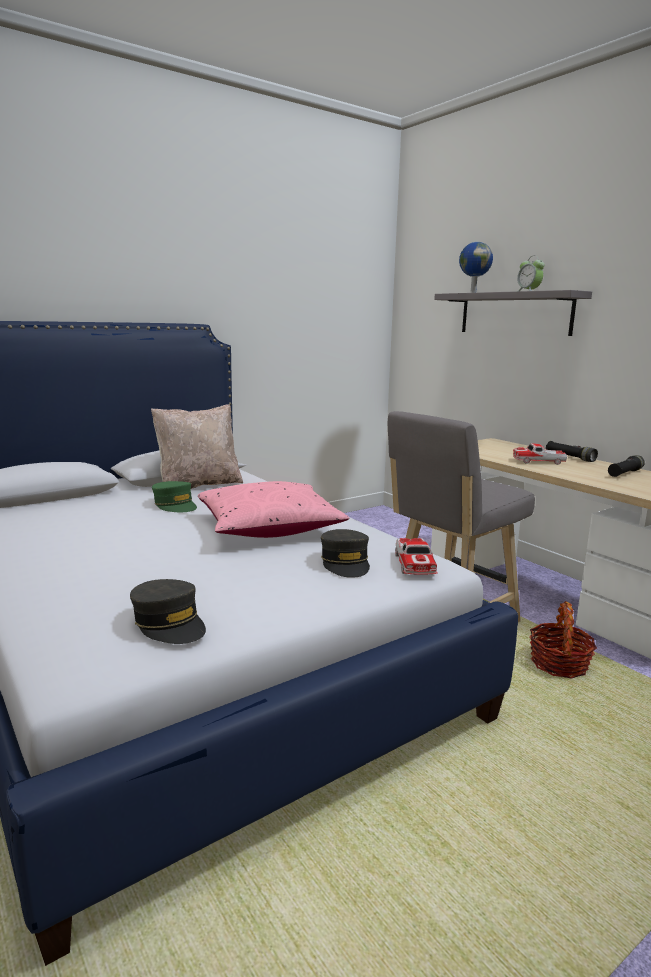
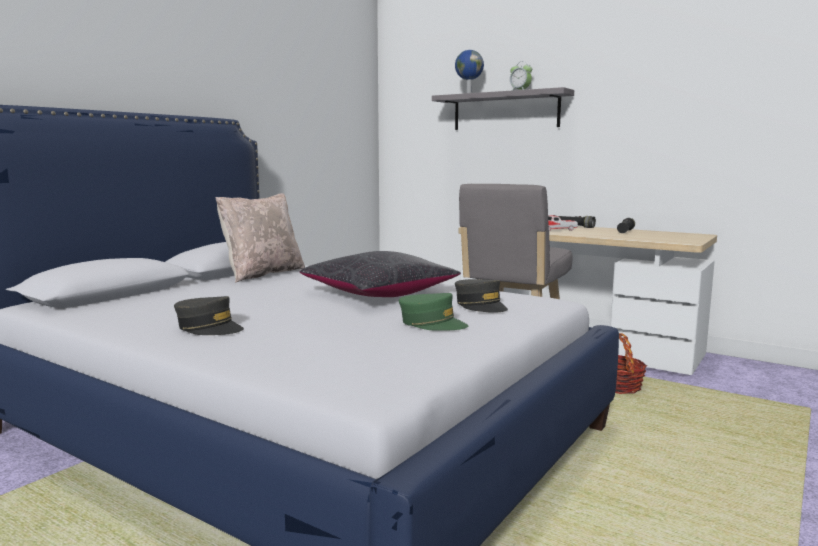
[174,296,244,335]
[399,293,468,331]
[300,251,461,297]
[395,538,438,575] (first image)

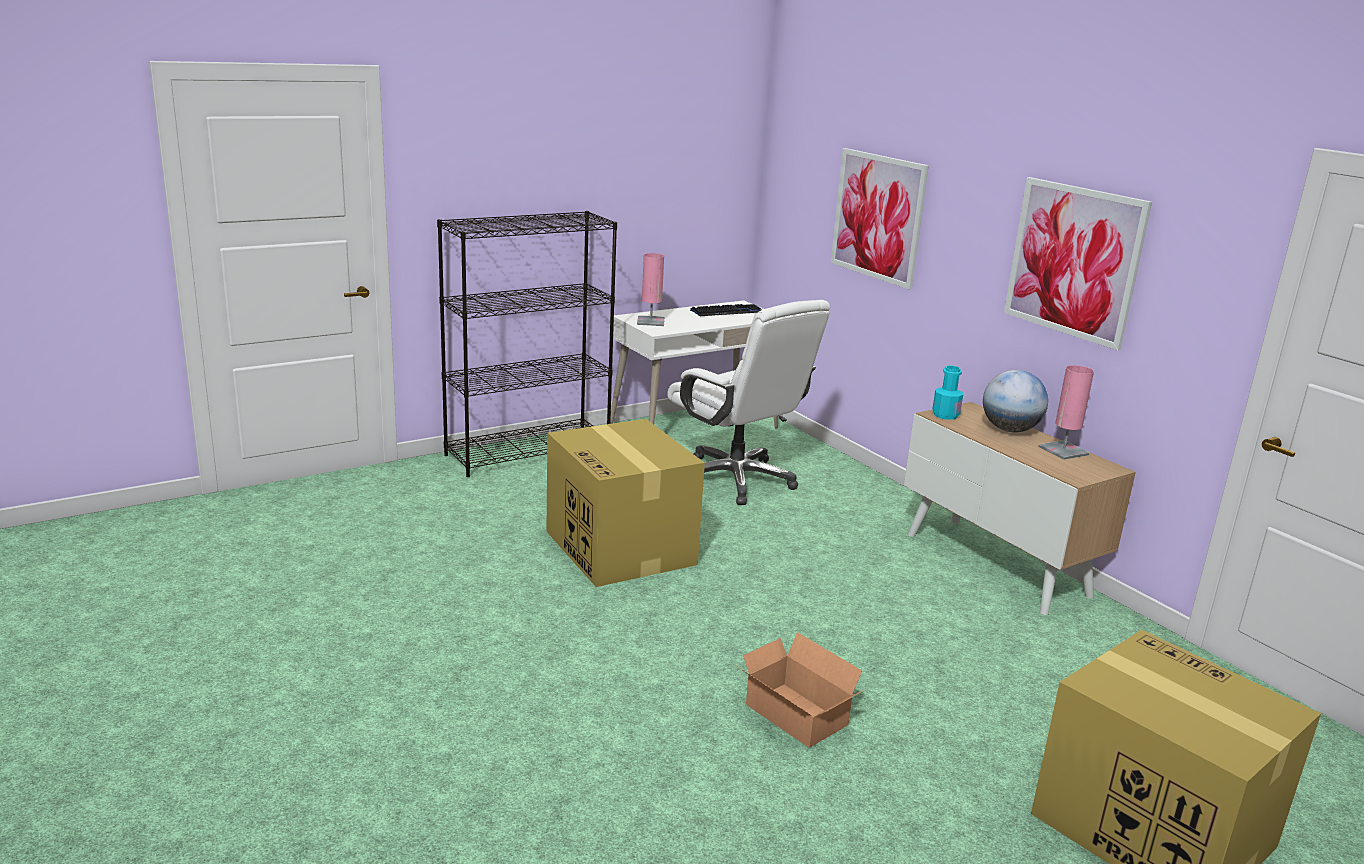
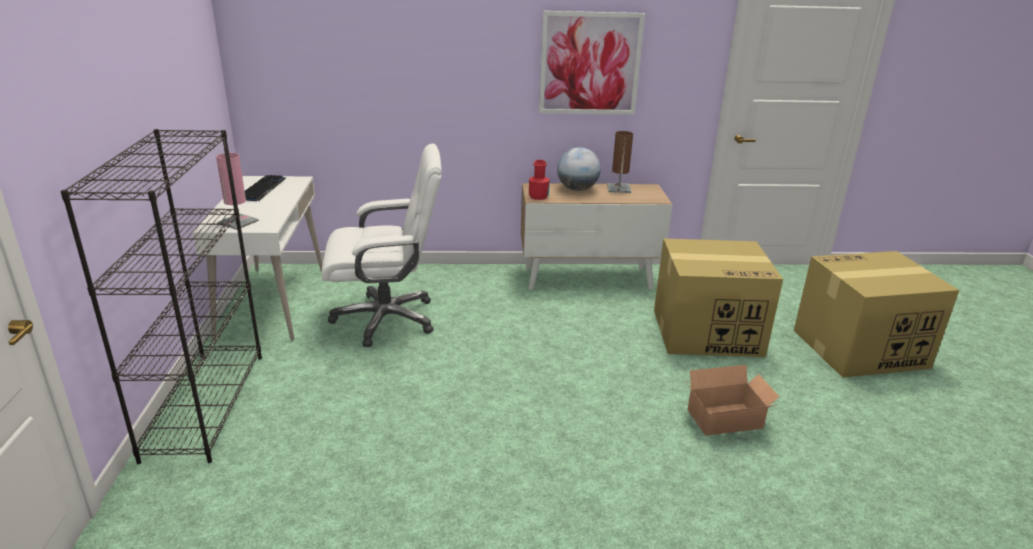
[654,238,783,357]
[831,148,929,289] (first image)
[529,160,550,200]
[607,131,633,193]

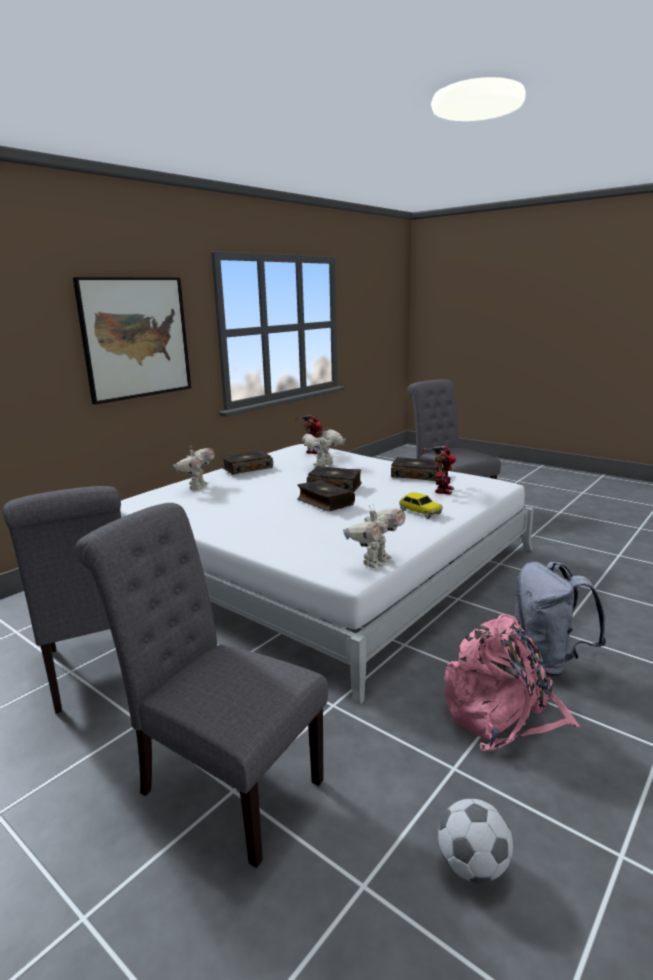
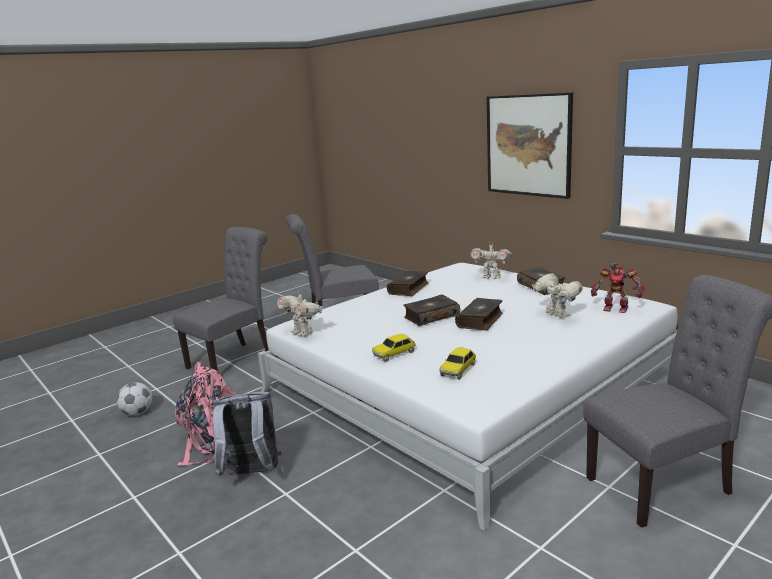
[387,271,429,296]
[439,347,476,380]

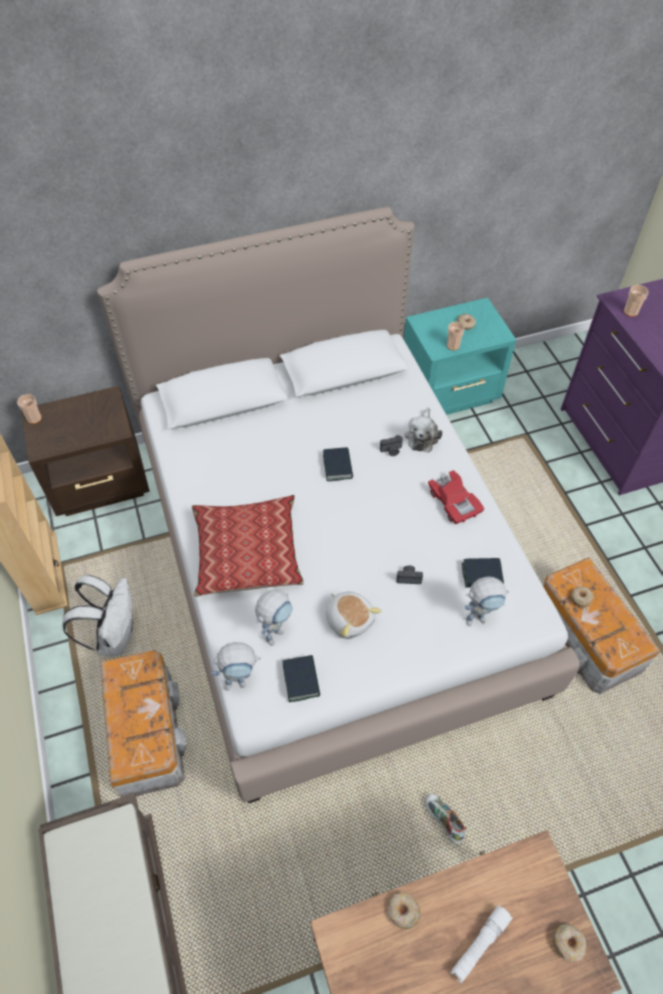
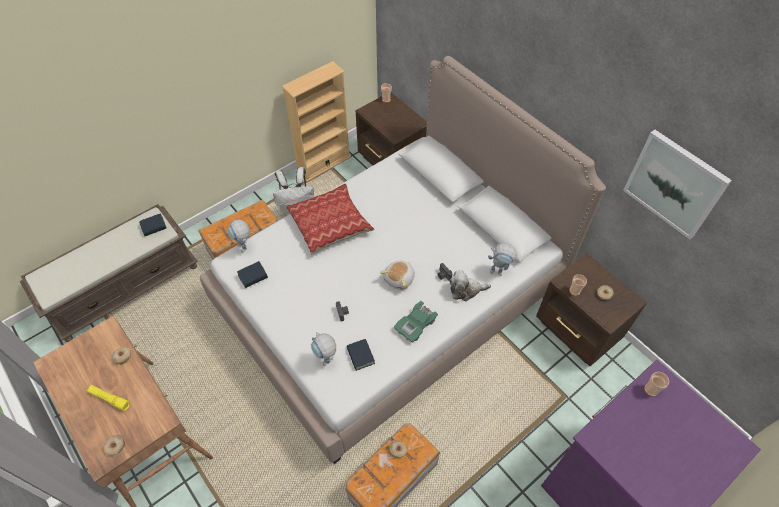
[488,243,519,276]
[139,213,167,236]
[380,261,415,290]
[536,253,647,366]
[425,793,467,844] (first image)
[394,301,438,343]
[86,385,130,411]
[623,130,732,239]

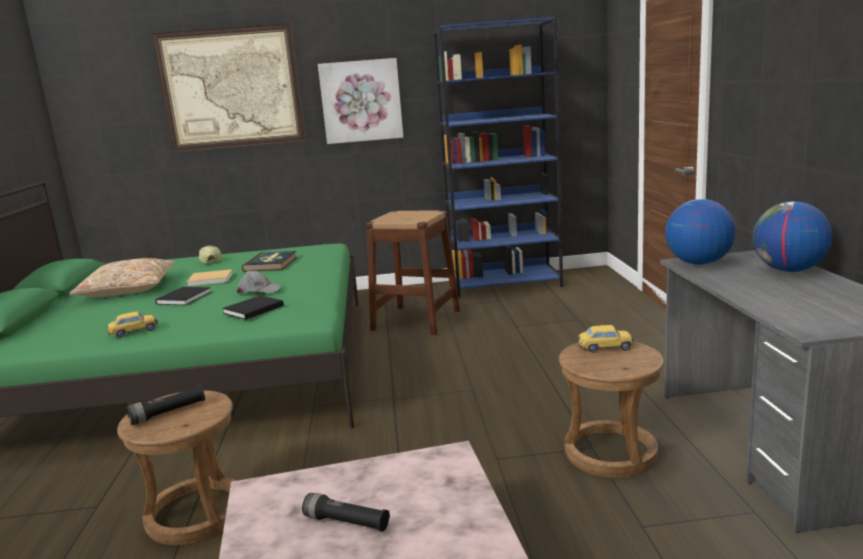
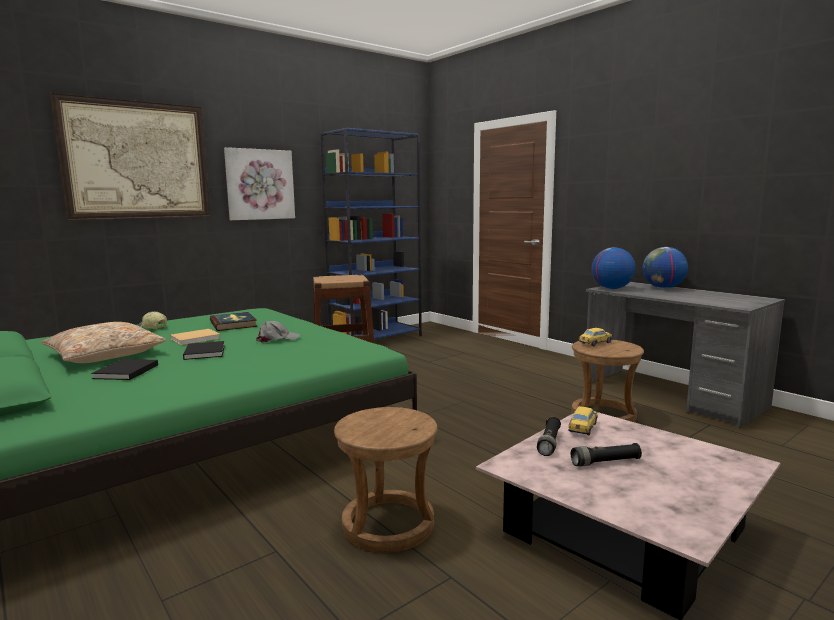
[568,406,598,435]
[537,417,561,456]
[91,359,158,380]

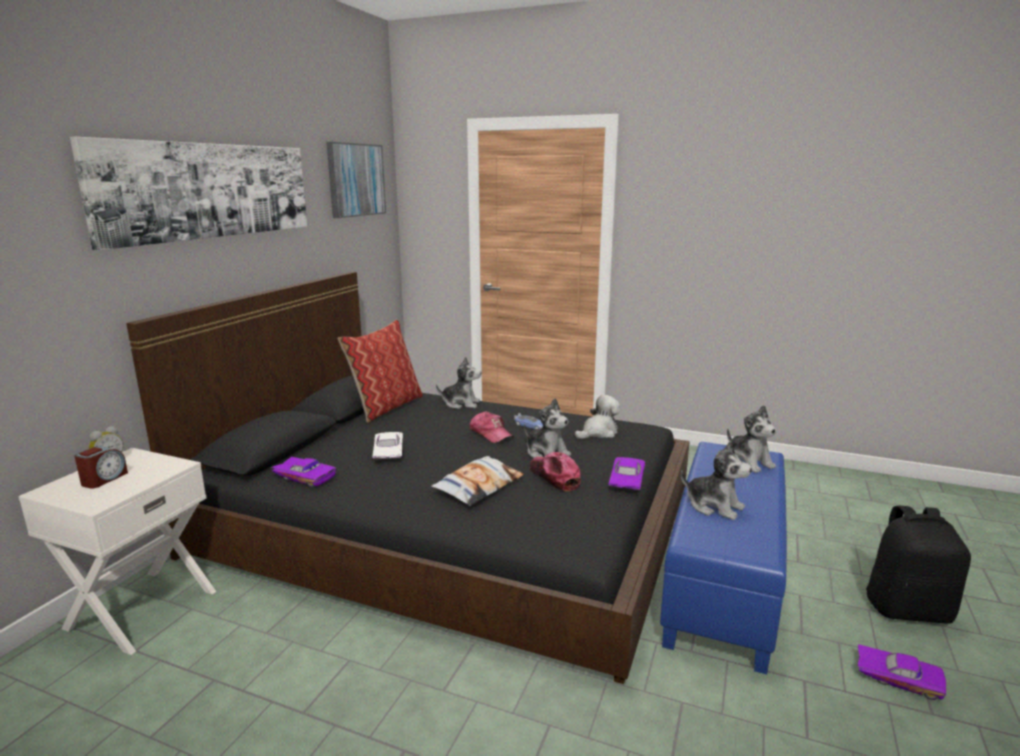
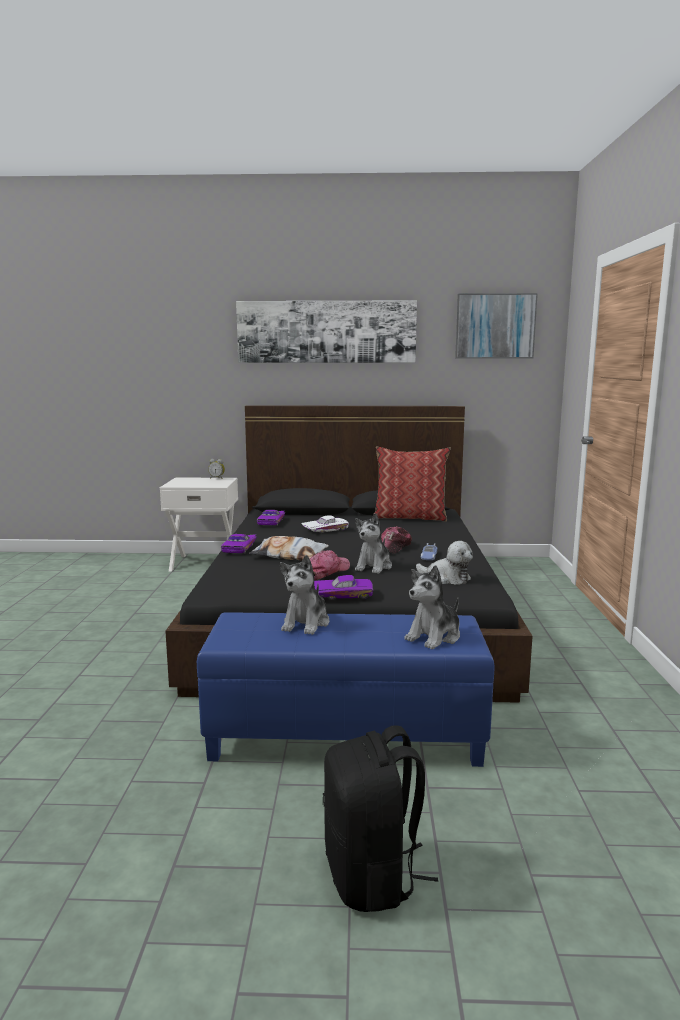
[75,446,128,489] (first image)
[436,356,481,409] (first image)
[221,534,257,554]

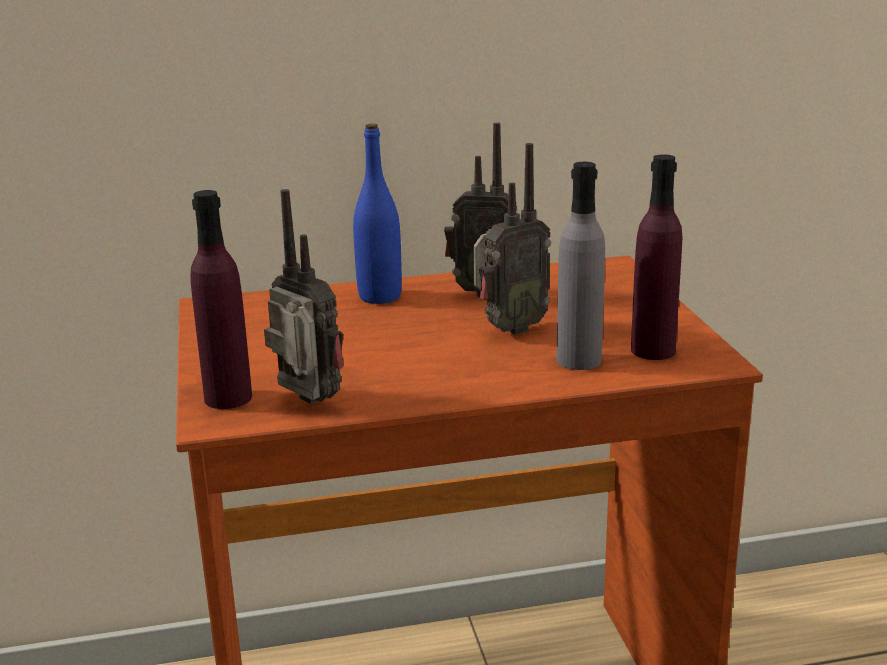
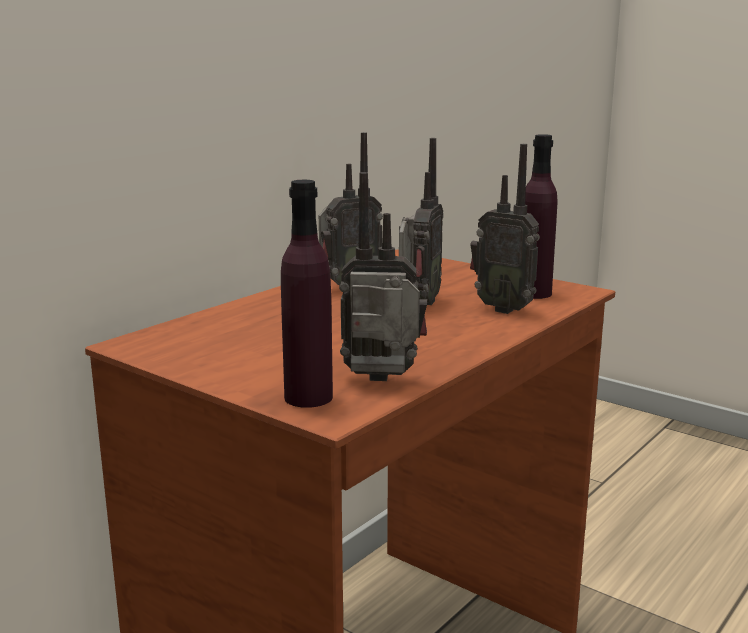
[353,124,402,304] (first image)
[470,144,540,314]

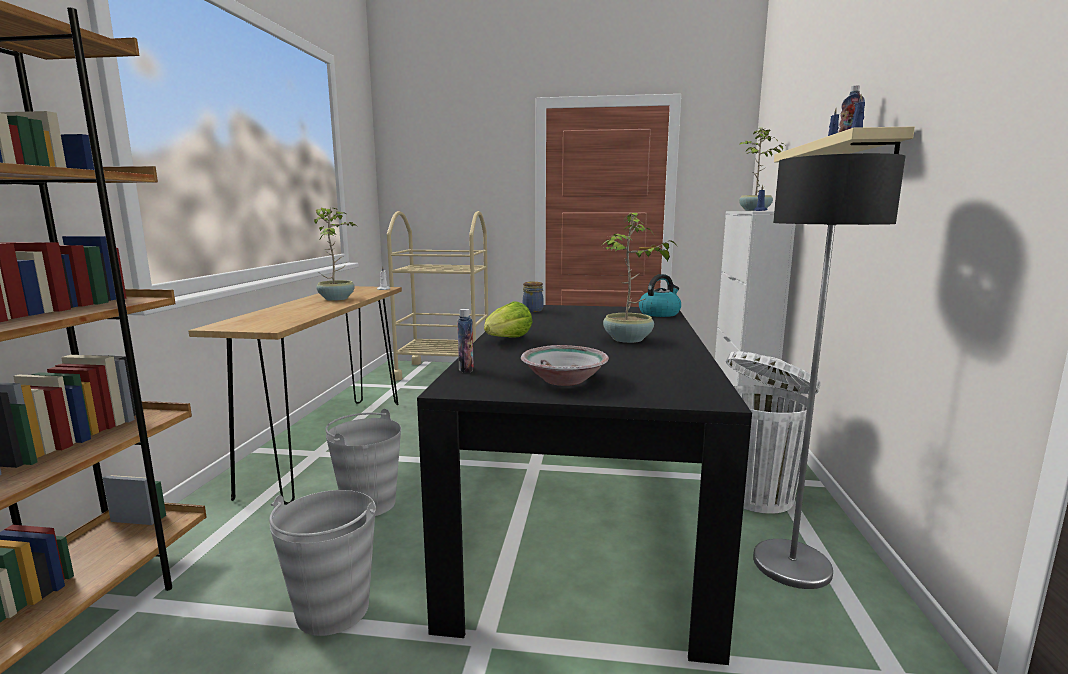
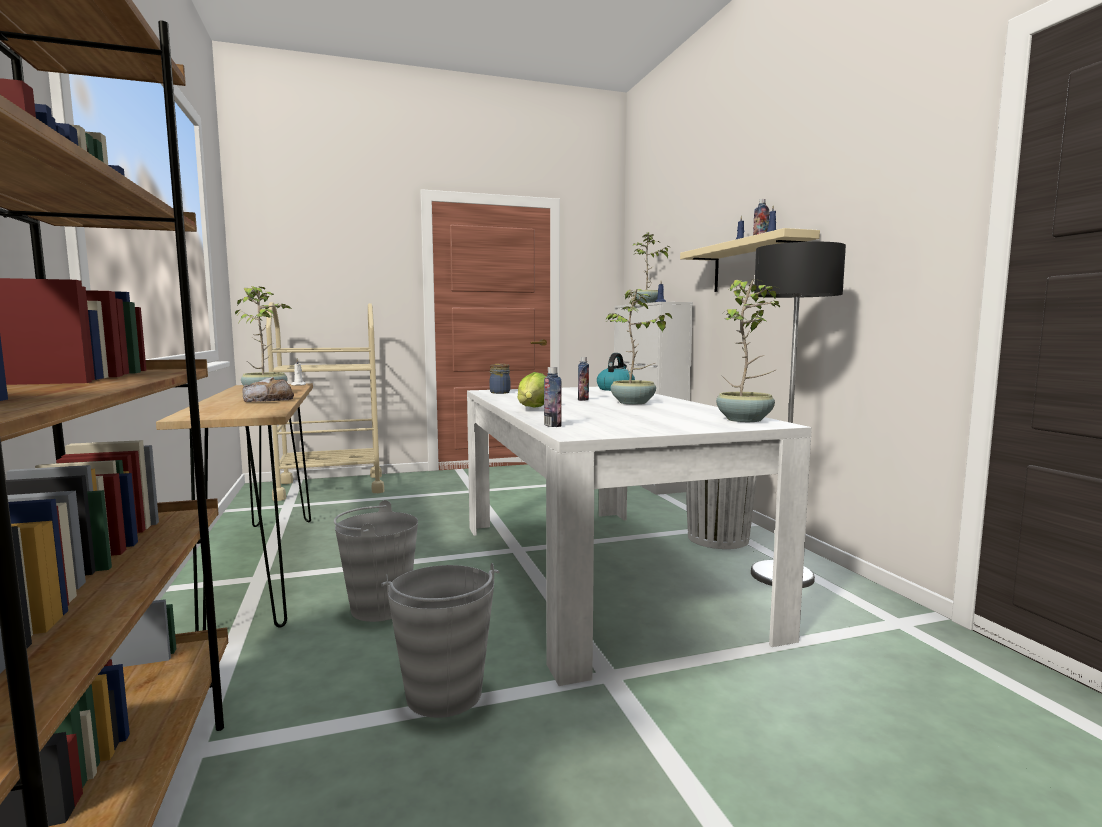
[467,387,812,686]
[521,345,609,386] (first image)
[242,377,294,402]
[578,357,589,401]
[716,279,781,422]

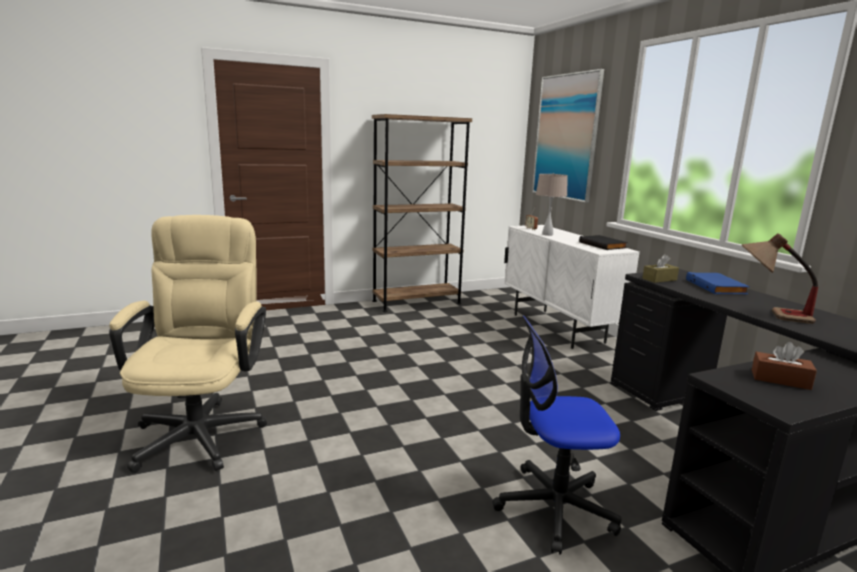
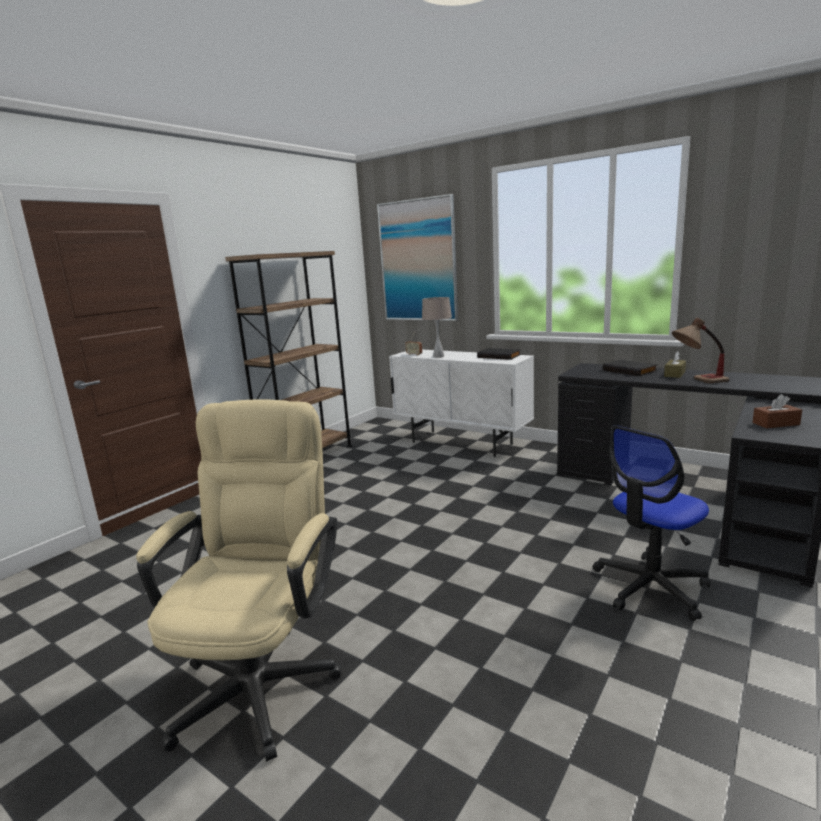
[136,400,341,762]
[664,351,686,378]
[603,360,658,376]

